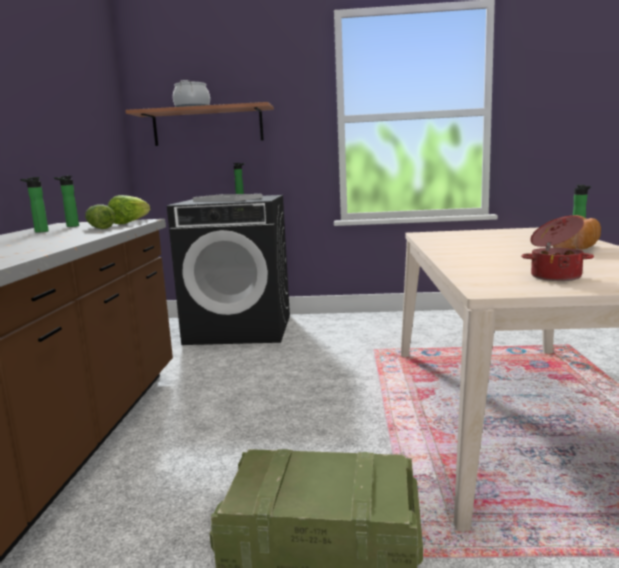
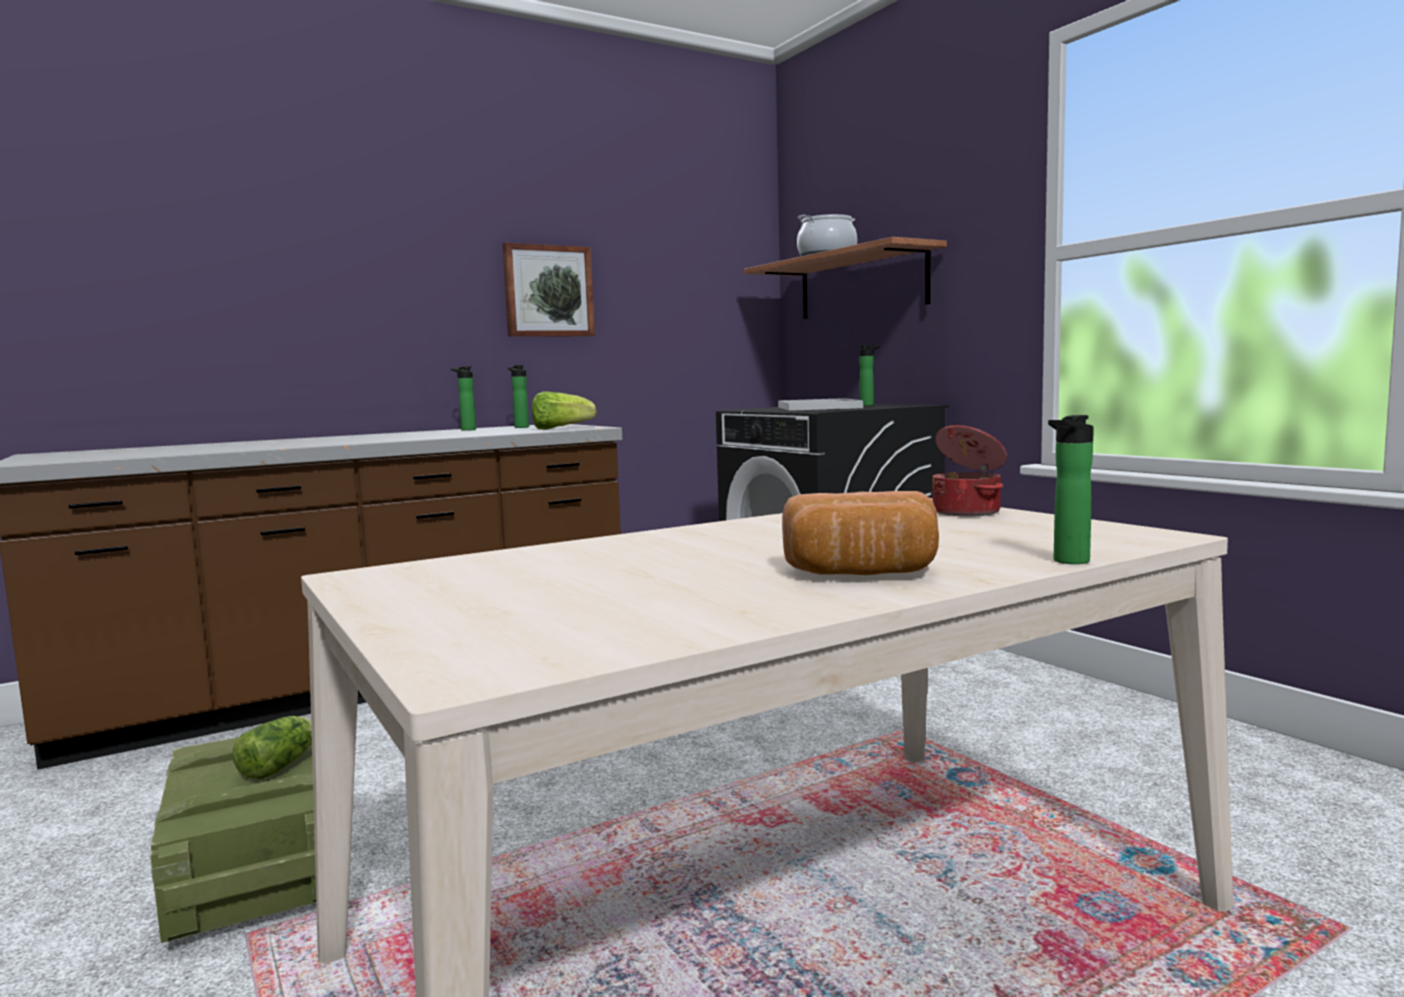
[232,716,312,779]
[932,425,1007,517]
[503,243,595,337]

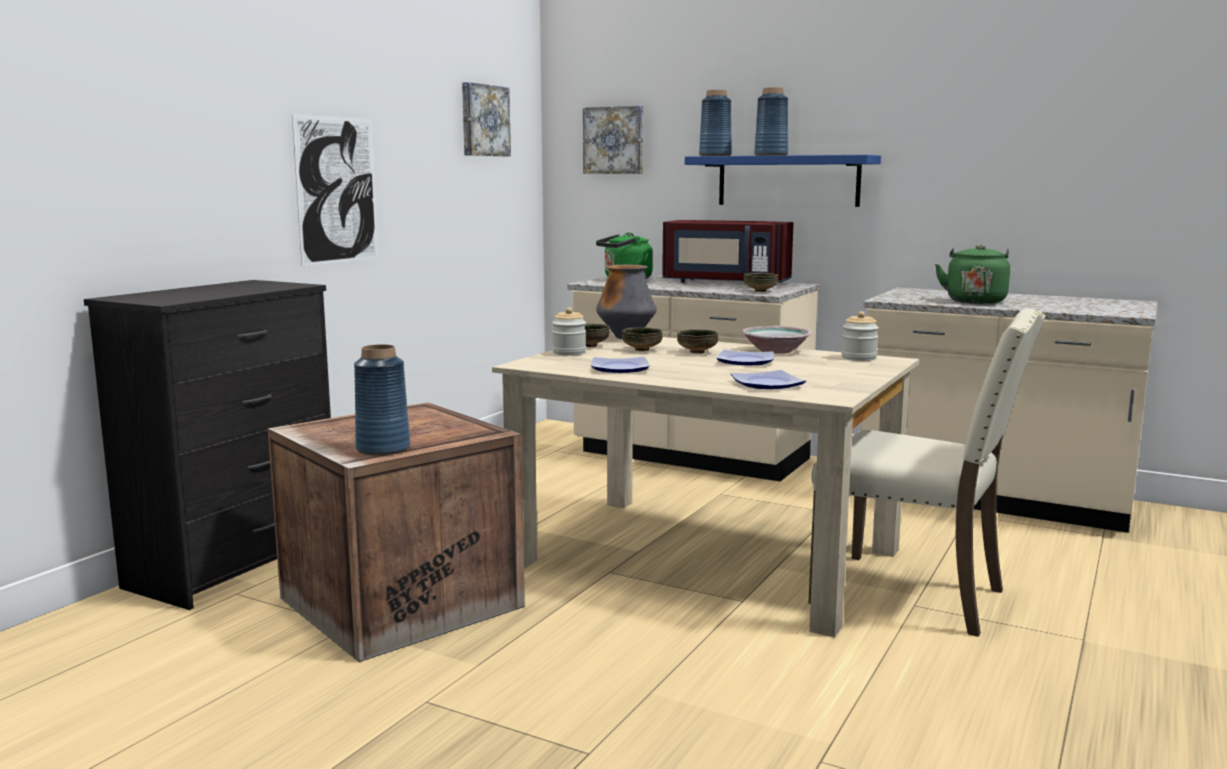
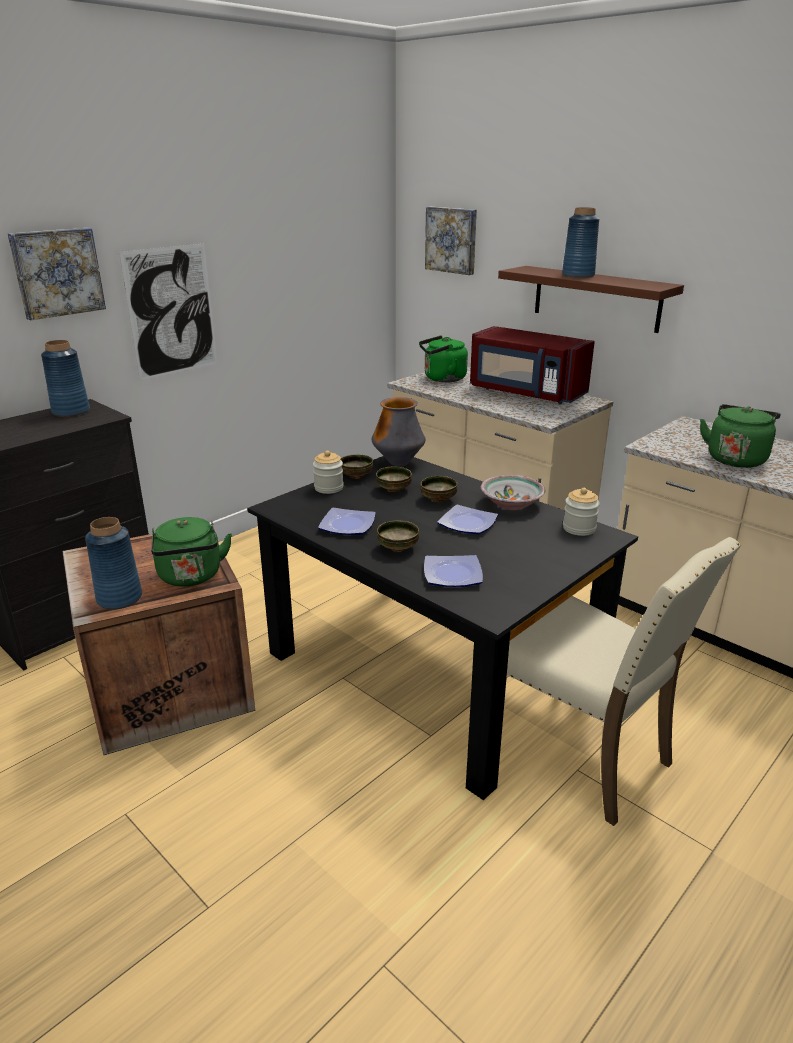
[8,228,106,320]
[247,456,638,800]
[498,266,684,333]
[41,340,90,417]
[377,520,419,551]
[151,517,232,587]

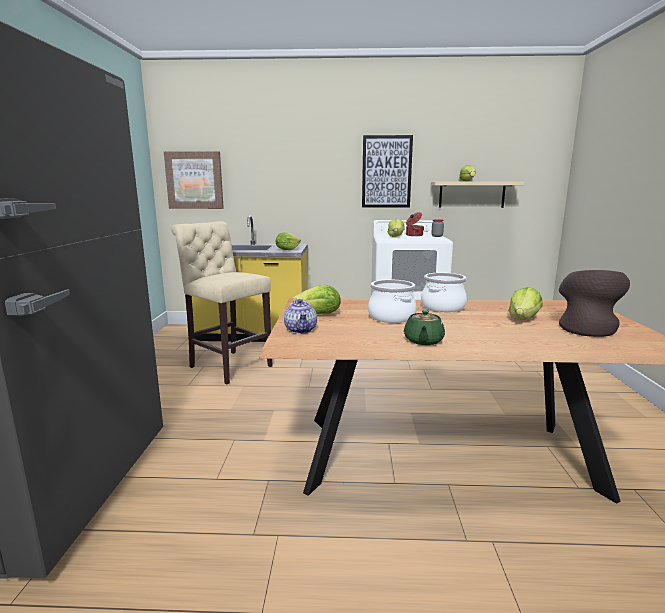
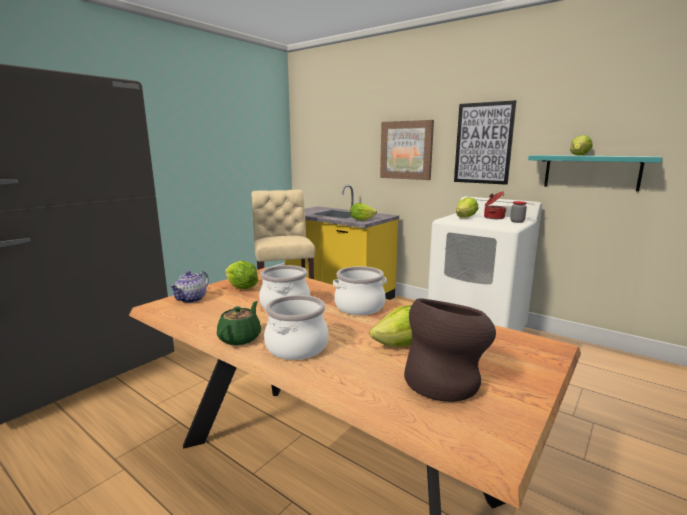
[380,120,434,180]
[217,301,261,345]
[528,155,662,191]
[264,295,328,360]

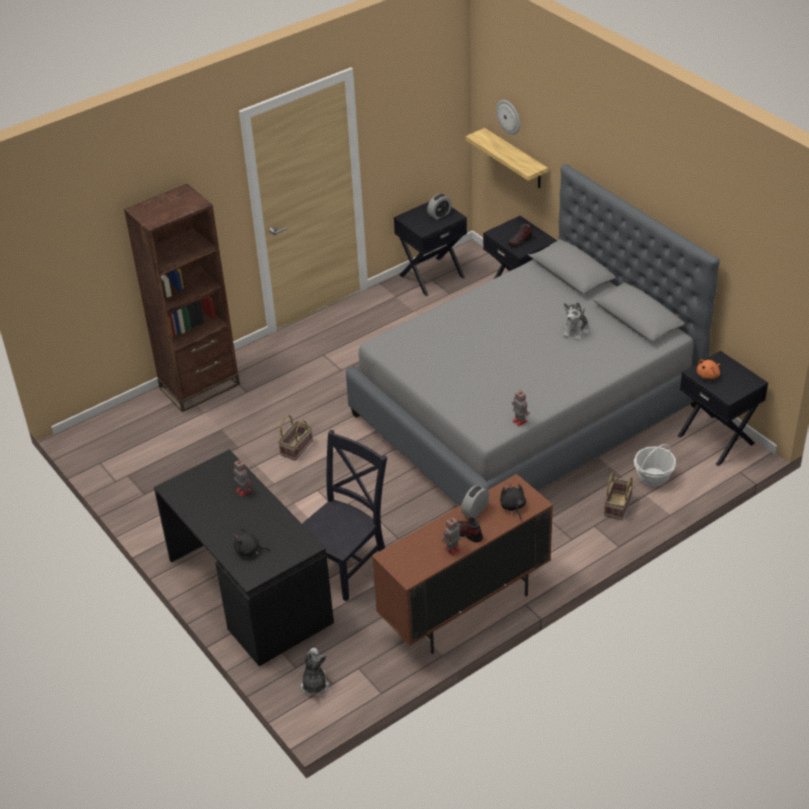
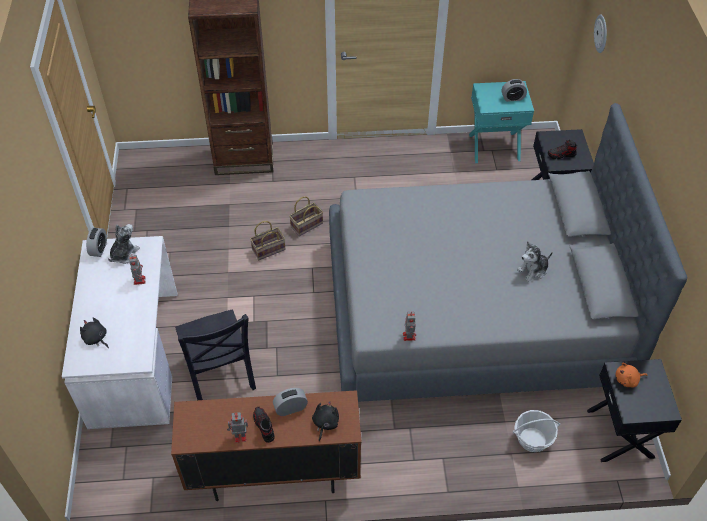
[62,236,178,429]
[108,224,140,264]
[175,309,256,400]
[469,81,534,163]
[465,128,548,188] (first image)
[289,196,323,236]
[86,228,107,257]

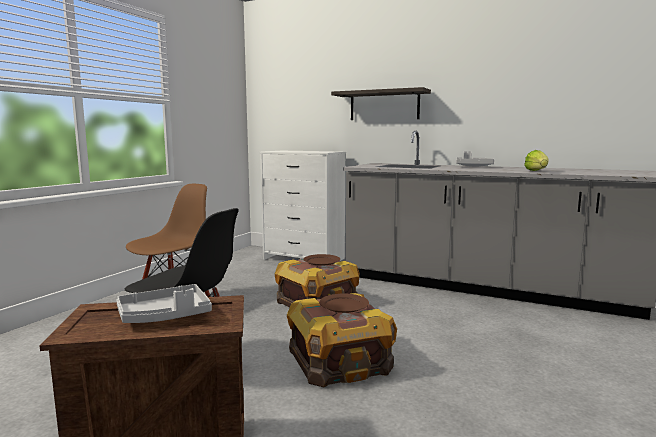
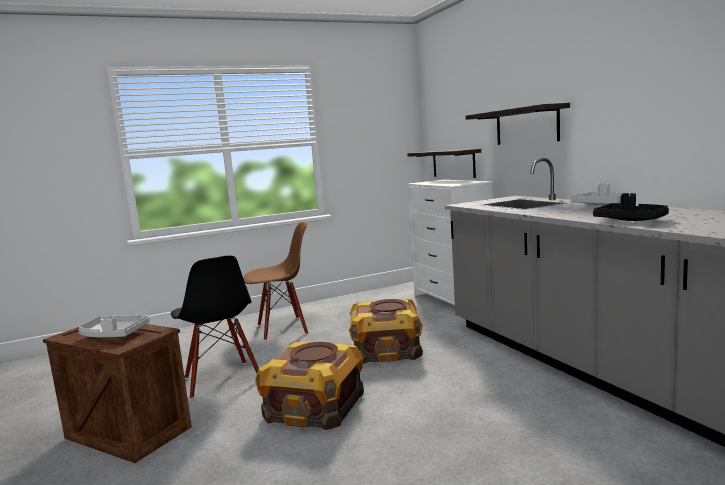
[593,193,669,221]
[407,149,481,178]

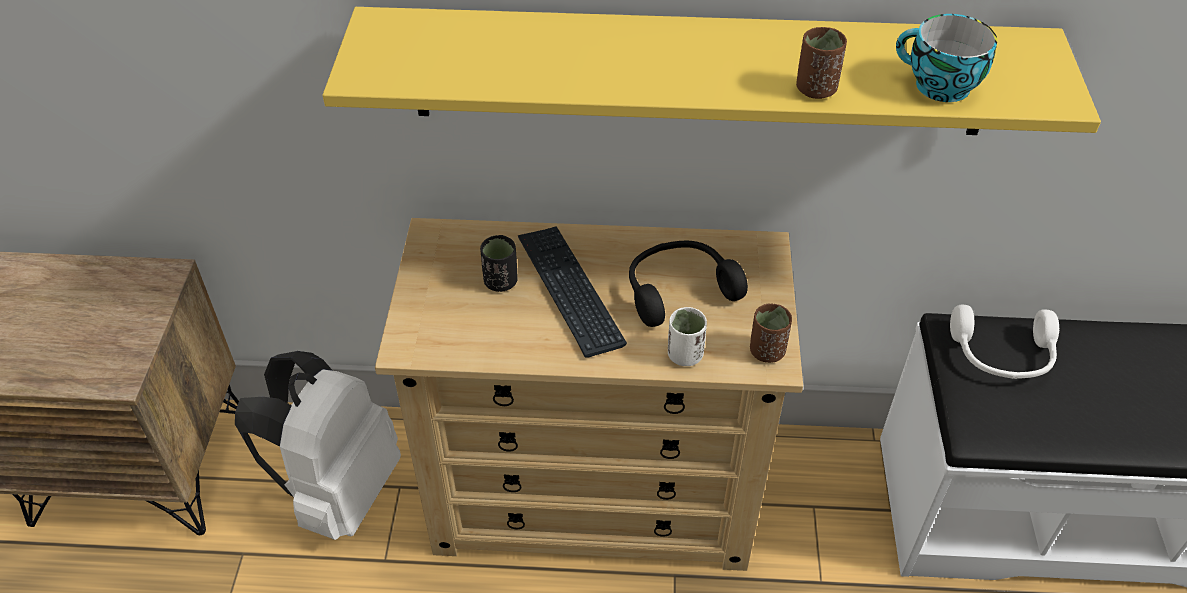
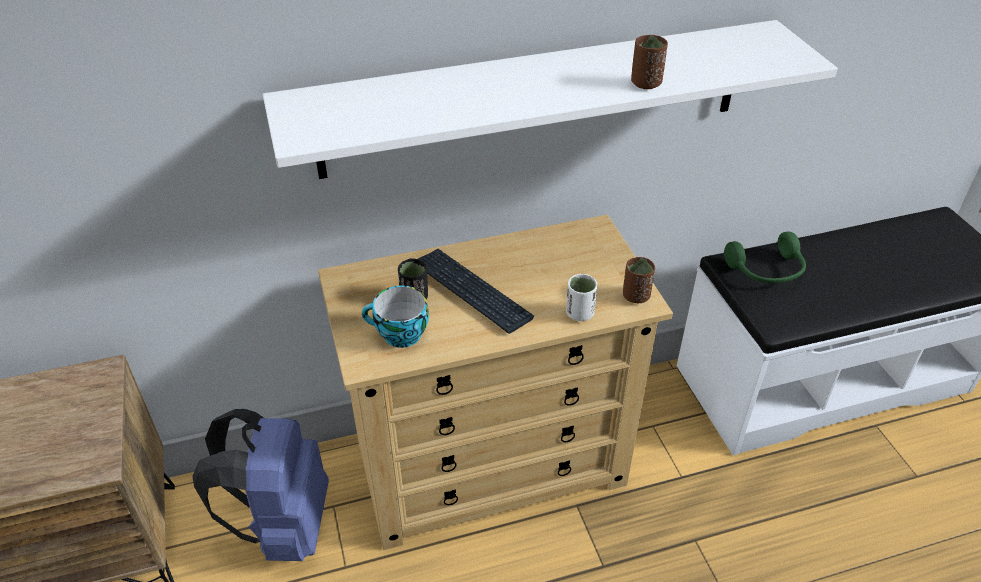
[192,409,329,561]
[263,20,838,179]
[629,241,748,327] (first image)
[362,286,429,348]
[724,232,806,283]

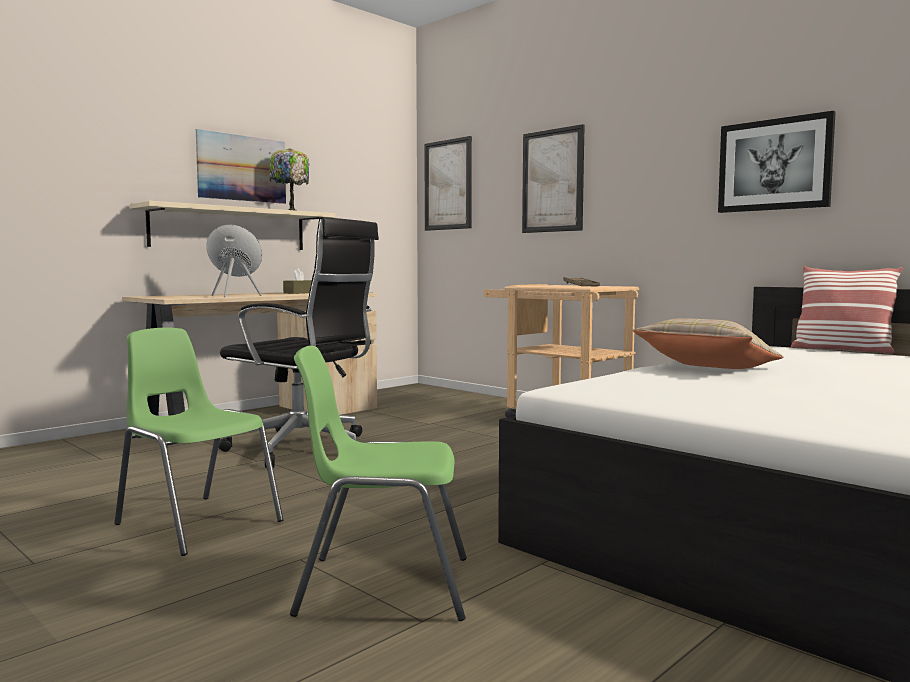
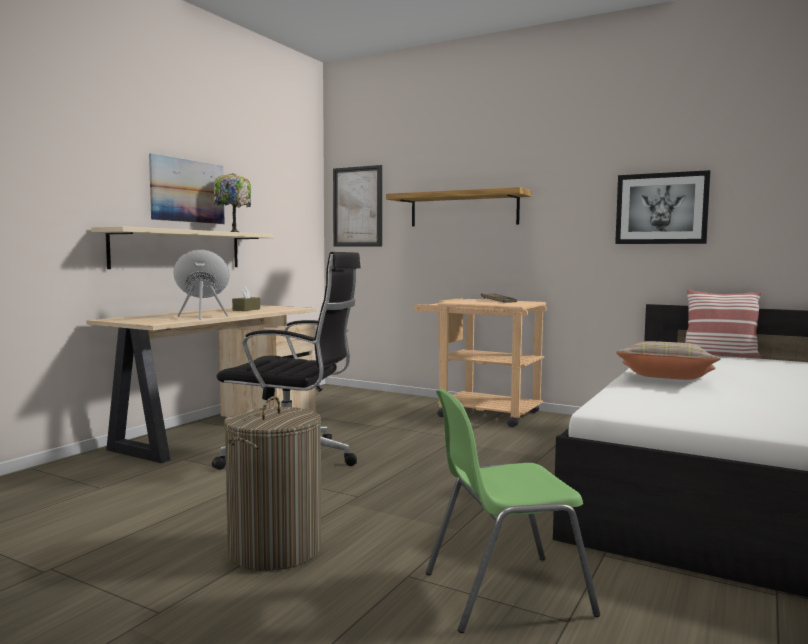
[224,396,321,571]
[386,187,532,227]

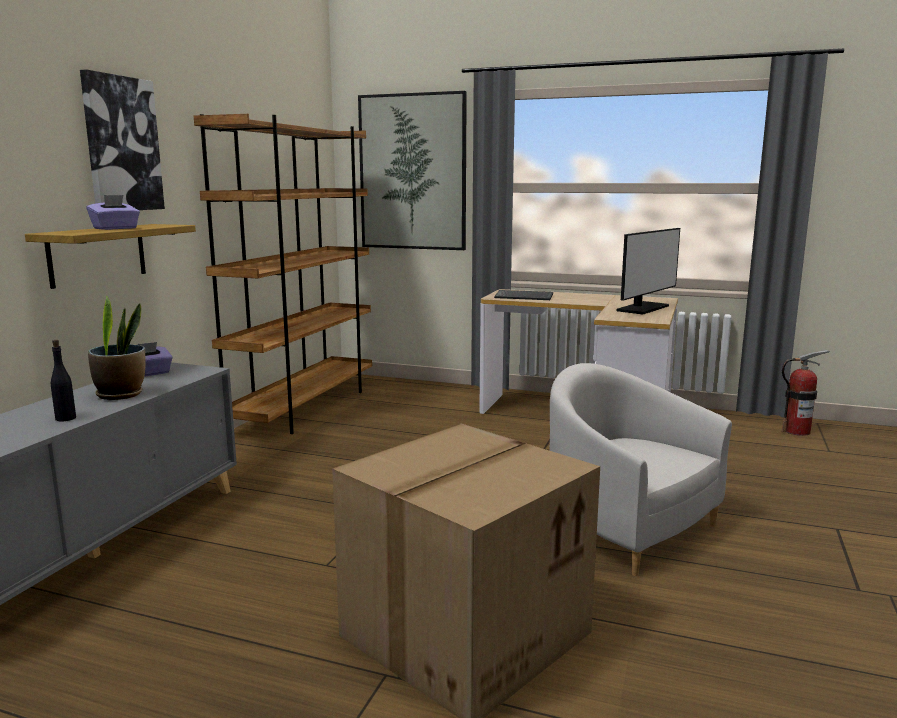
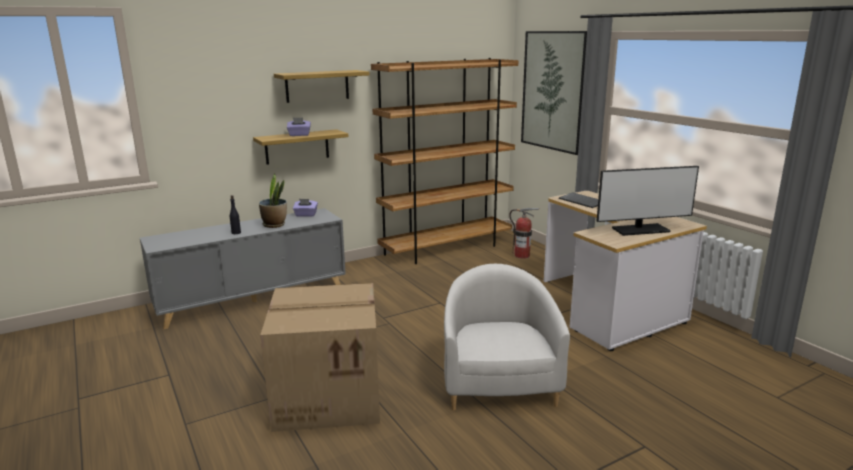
[274,70,370,103]
[509,208,539,259]

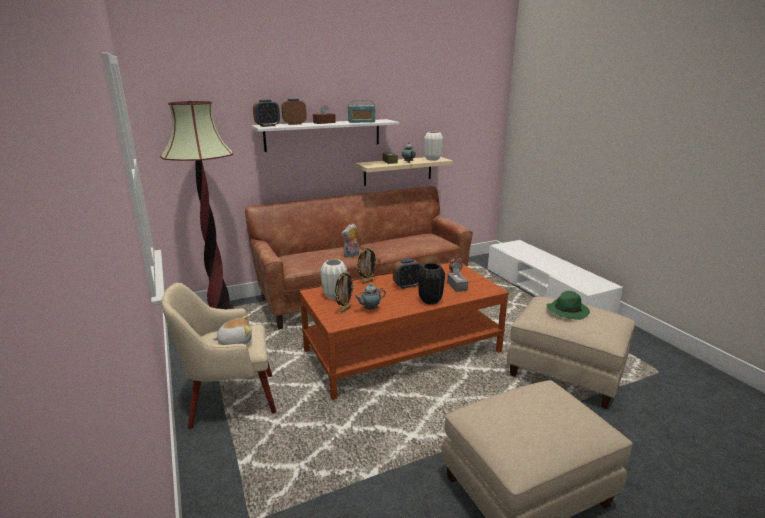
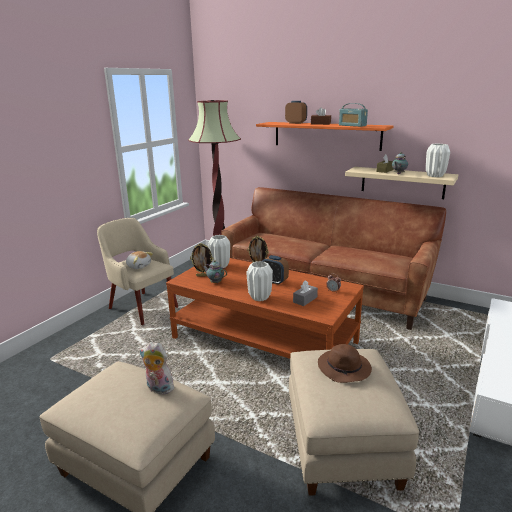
[256,122,393,151]
[253,100,280,127] (first image)
[139,342,174,394]
[246,261,273,301]
[318,344,372,383]

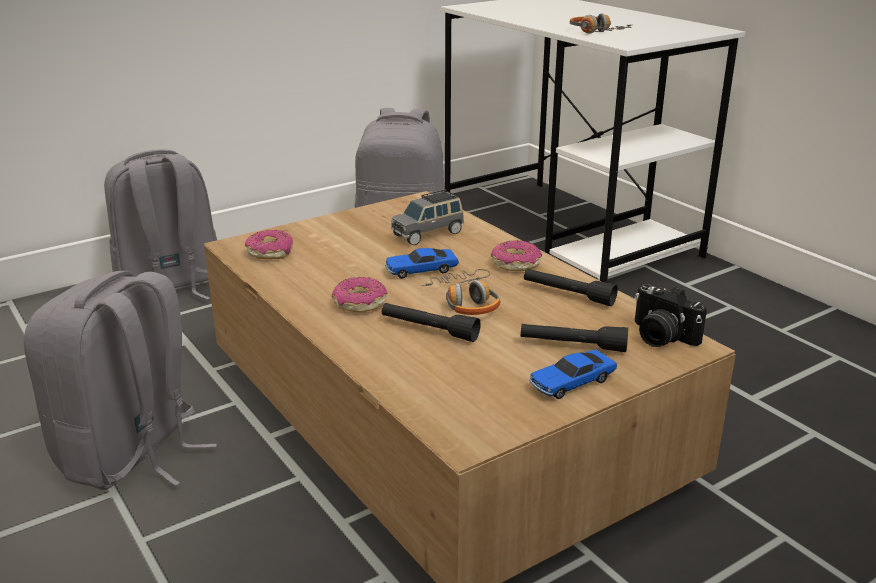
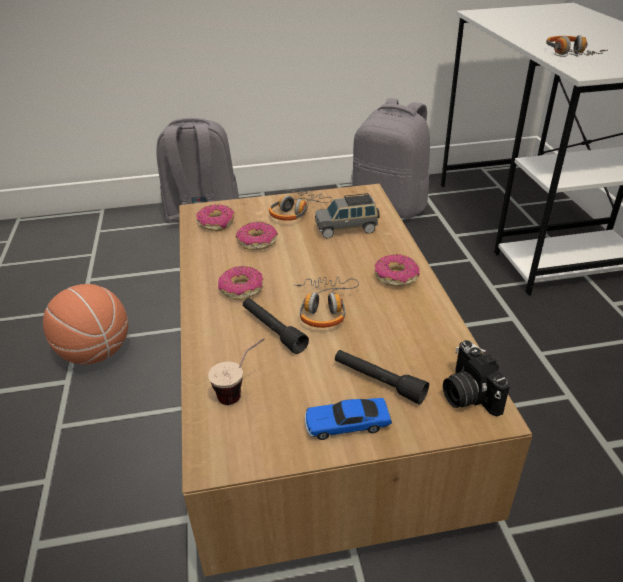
[43,284,128,365]
[385,248,459,279] (first image)
[524,269,618,306] (first image)
[208,338,265,405]
[236,222,278,250]
[269,189,332,221]

